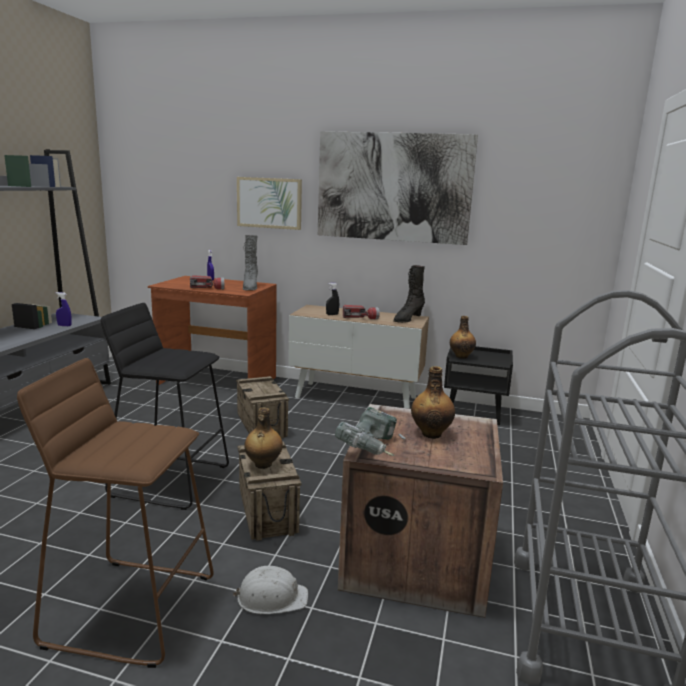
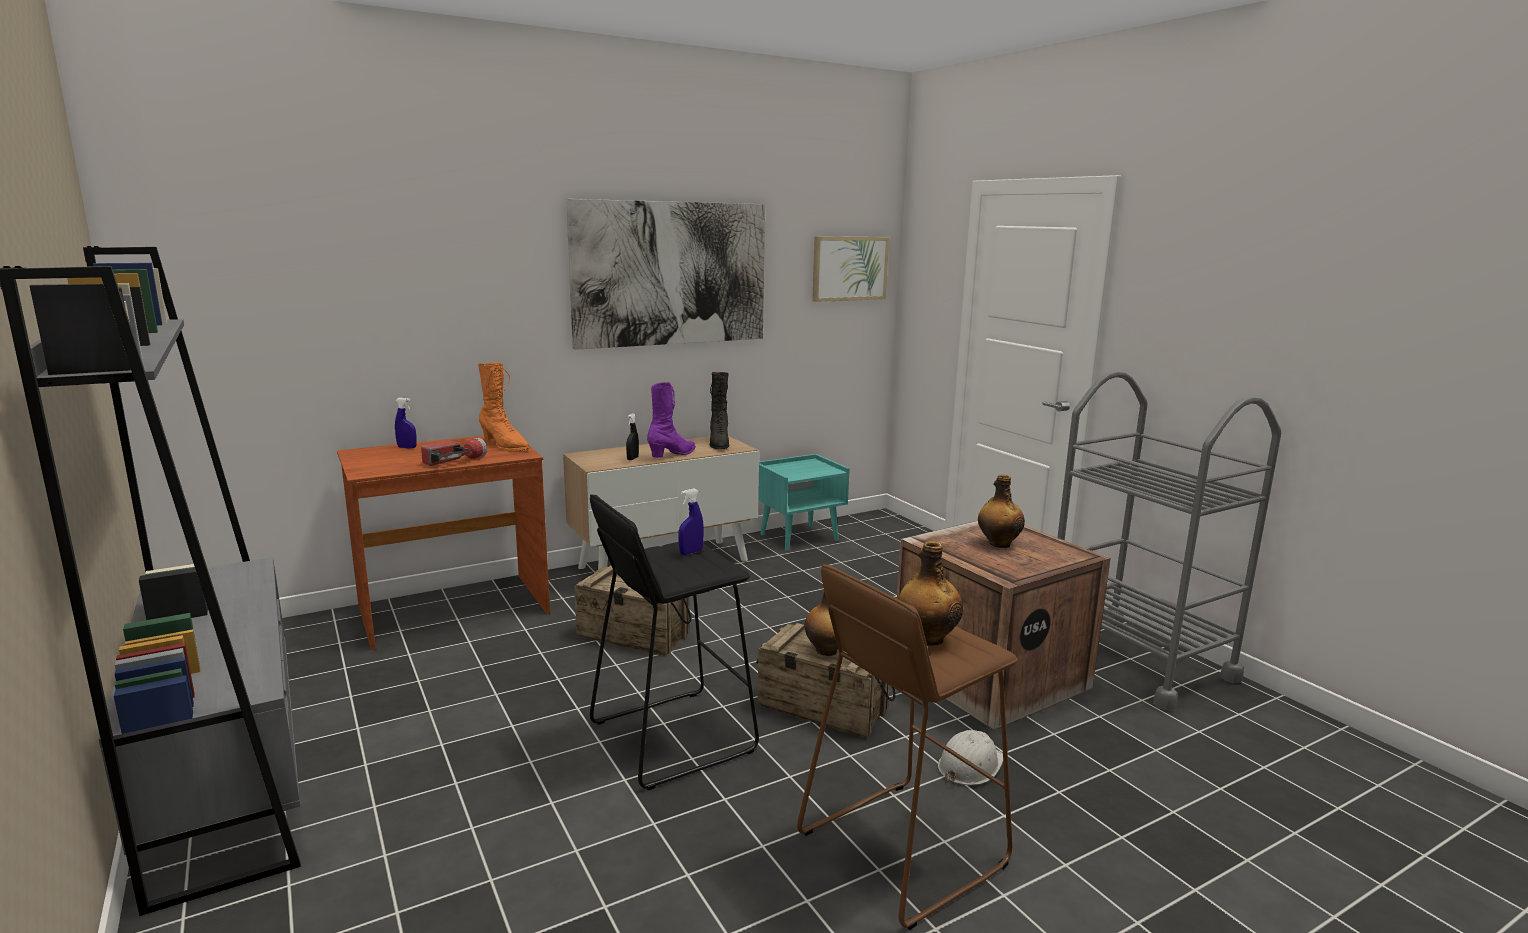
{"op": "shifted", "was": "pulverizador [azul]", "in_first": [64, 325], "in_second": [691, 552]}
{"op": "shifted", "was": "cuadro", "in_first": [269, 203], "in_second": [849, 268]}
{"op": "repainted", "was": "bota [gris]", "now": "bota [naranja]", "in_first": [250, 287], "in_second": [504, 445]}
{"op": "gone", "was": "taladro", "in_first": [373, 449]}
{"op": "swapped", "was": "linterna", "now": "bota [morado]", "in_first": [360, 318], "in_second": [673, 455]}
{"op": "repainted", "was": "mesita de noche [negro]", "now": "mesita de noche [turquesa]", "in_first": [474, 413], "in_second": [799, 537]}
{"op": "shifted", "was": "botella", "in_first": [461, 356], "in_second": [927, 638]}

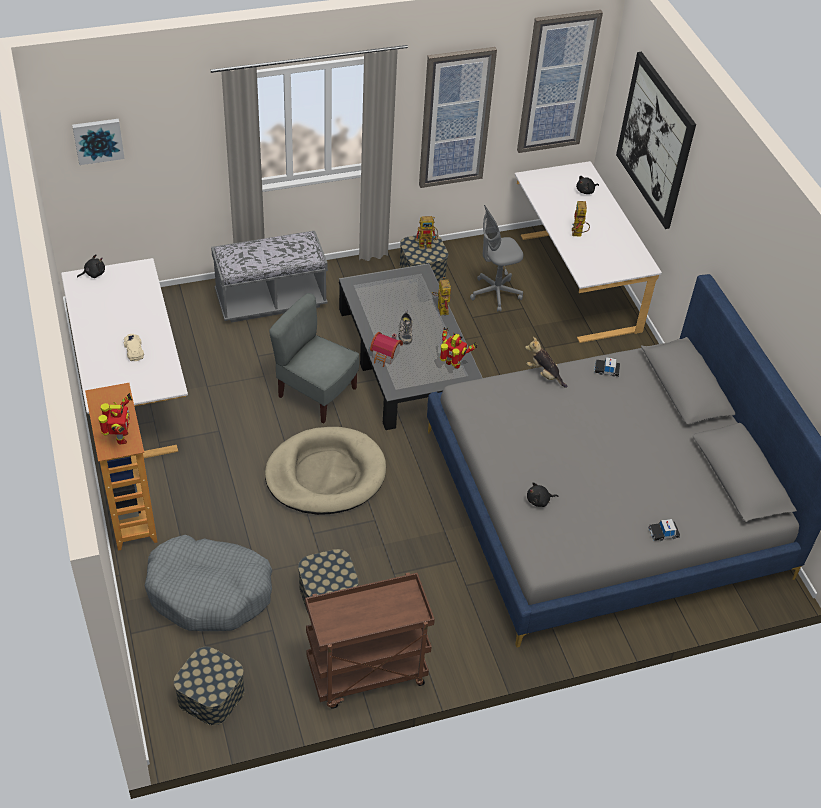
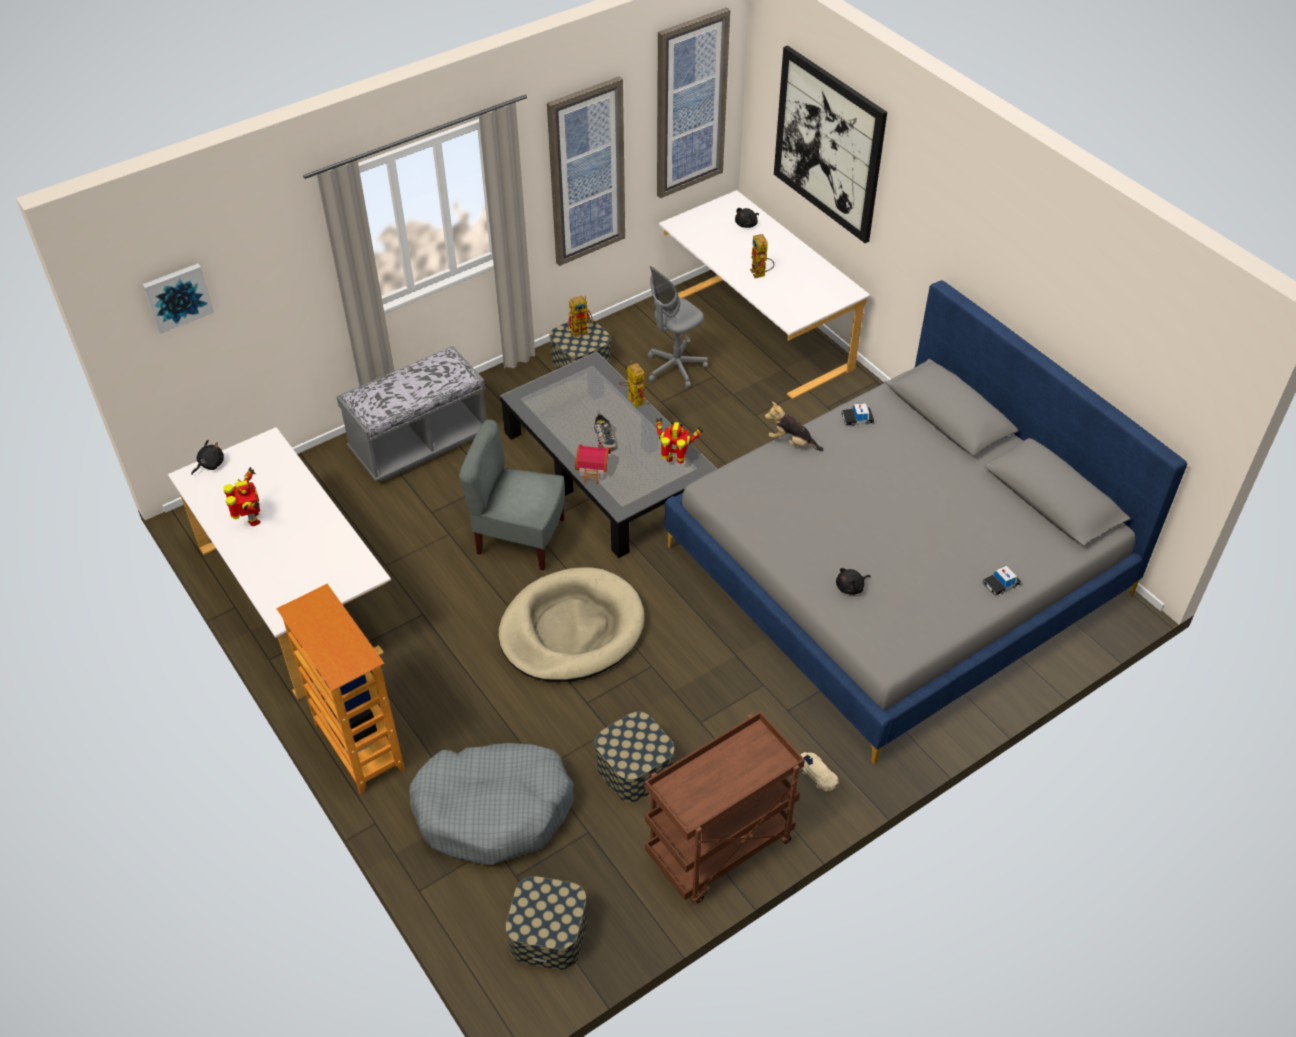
{"op": "shifted", "was": "robot de juguete", "in_first": [120, 438], "in_second": [252, 520]}
{"op": "shifted", "was": "coche de juguete [beis]", "in_first": [134, 349], "in_second": [817, 773]}

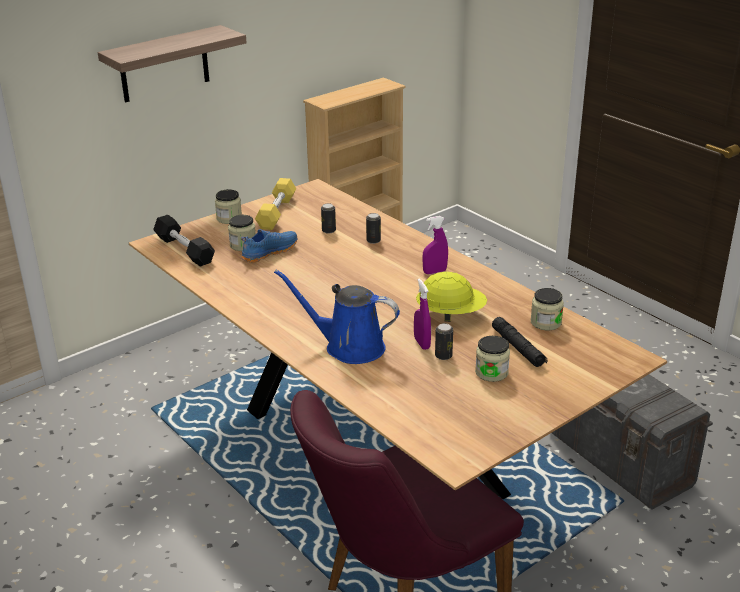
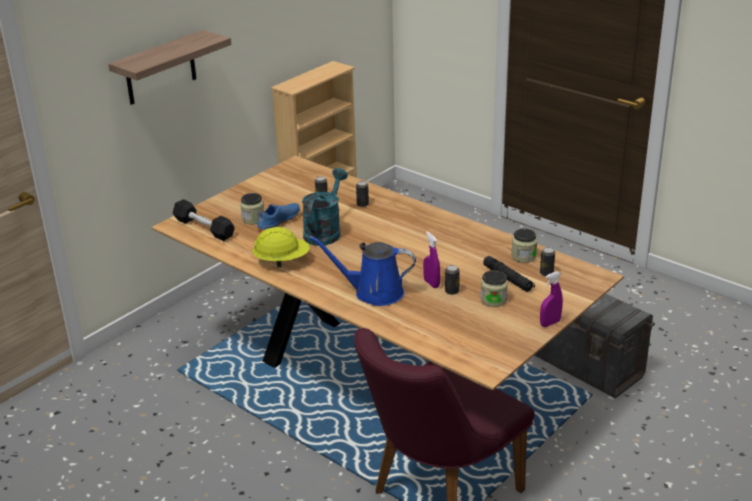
{"op": "gone", "was": "tarro", "in_first": [229, 218]}
{"op": "gone", "was": "mancuerna [amarillo]", "in_first": [277, 212]}
{"op": "shifted", "was": "casco [amarillo]", "in_first": [451, 314], "in_second": [282, 261]}
{"op": "shifted", "was": "pulverizador [morado]", "in_first": [434, 272], "in_second": [550, 323]}
{"op": "new", "now": "regadera [turquesa]", "in_second": [325, 231]}
{"op": "new", "now": "lata", "in_second": [546, 273]}

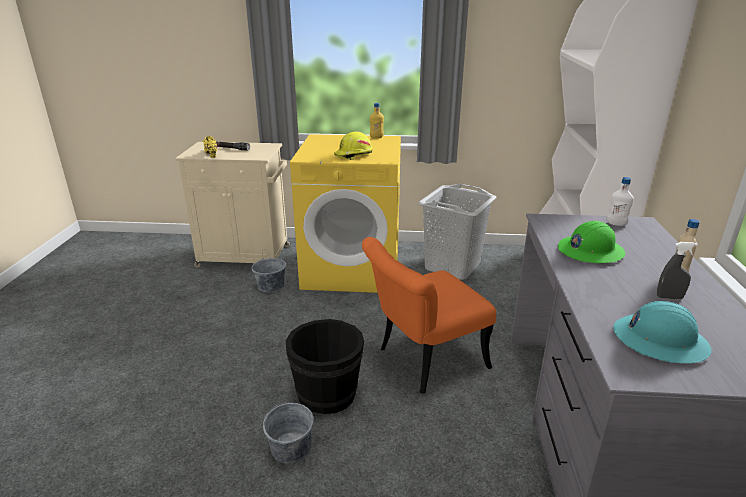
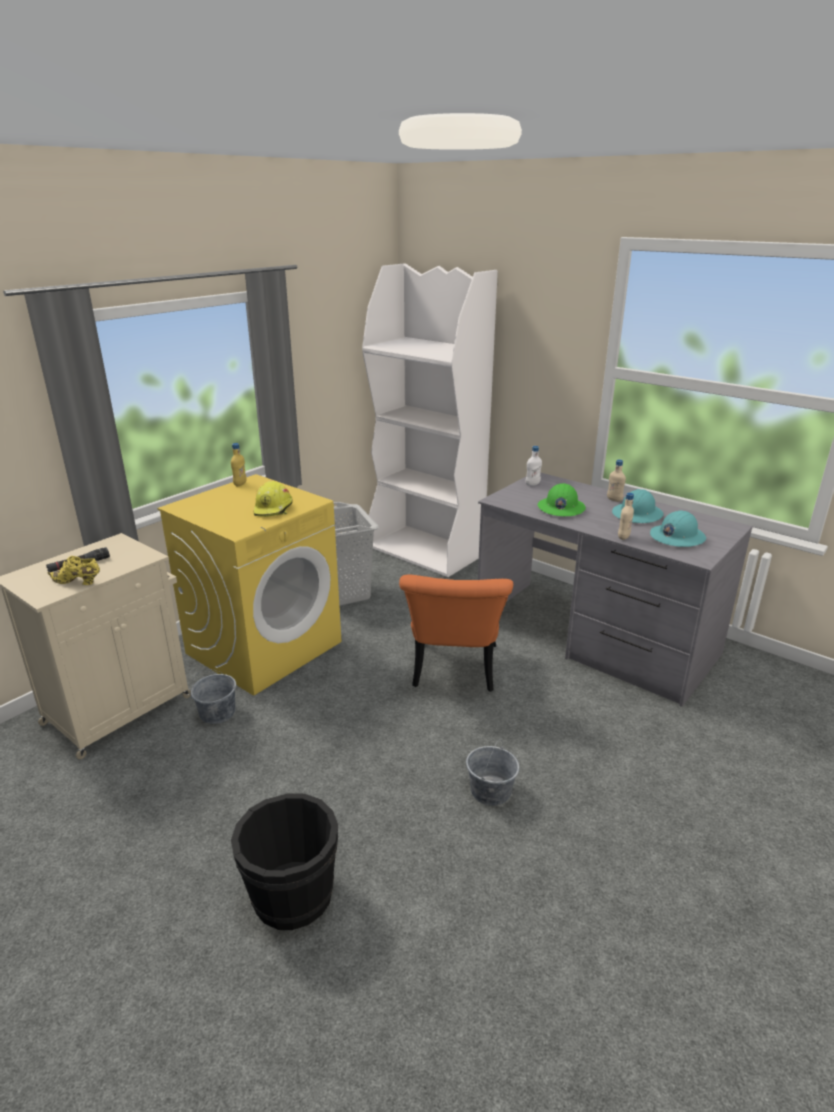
{"op": "shifted", "was": "cubo [negro]", "in_first": [327, 393], "in_second": [292, 894]}
{"op": "swapped", "was": "pulverizador [gris]", "now": "casco [turquesa]", "in_first": [669, 297], "in_second": [637, 514]}
{"op": "new", "now": "botella [beis]", "in_second": [623, 537]}

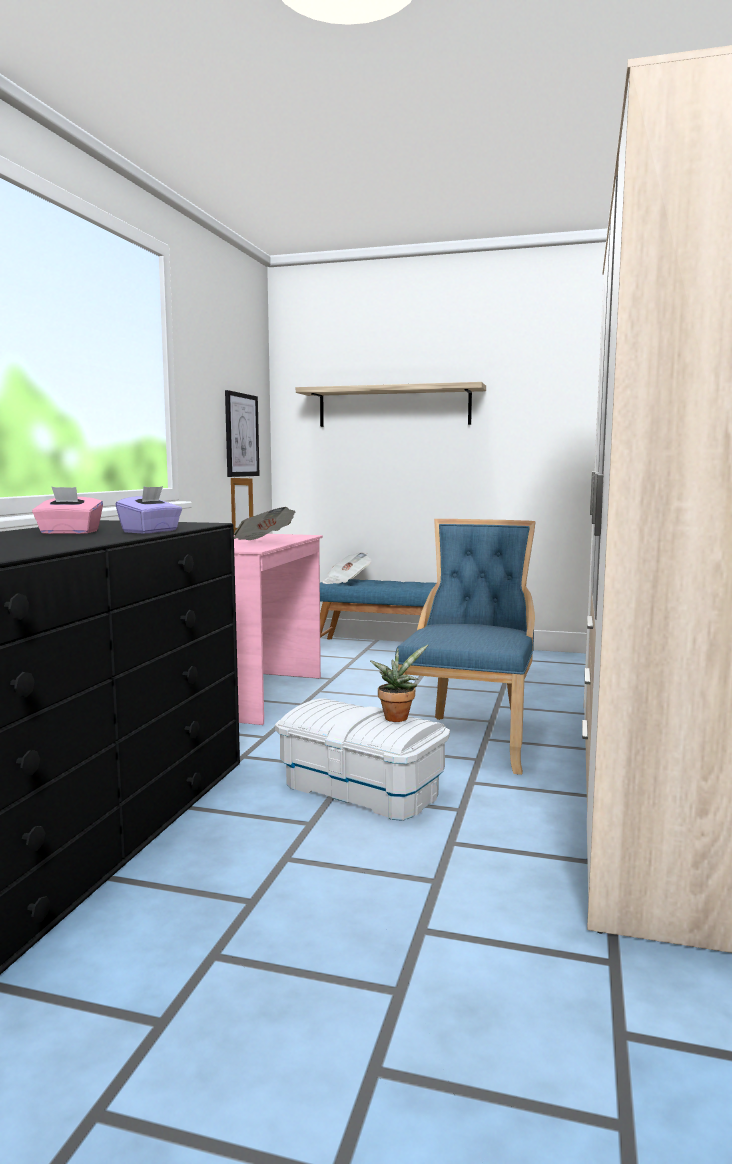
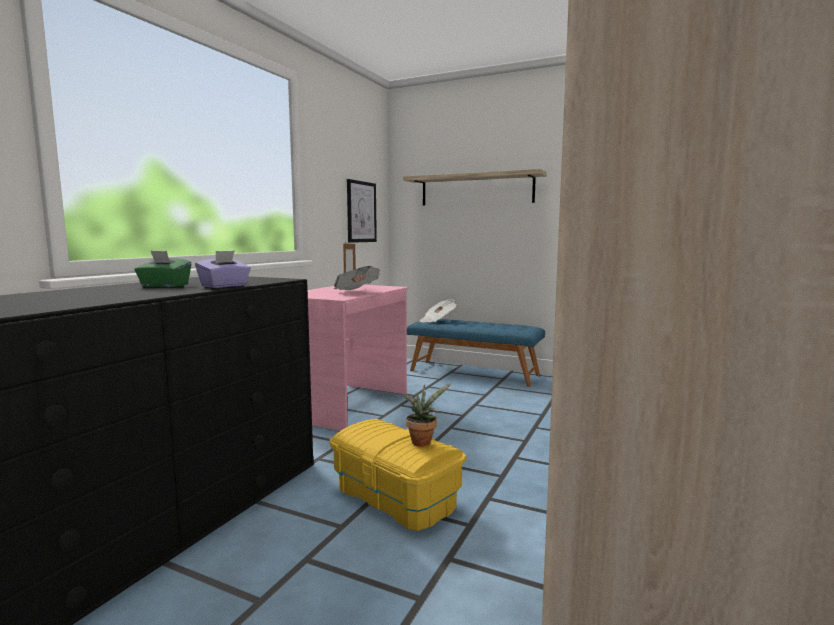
{"op": "repainted", "was": "caja de pañuelos [rosa]", "now": "caja de pañuelos [verde]", "in_first": [69, 532], "in_second": [164, 286]}
{"op": "repainted", "was": "caja de almacenaje [blanco]", "now": "caja de almacenaje [amarillo]", "in_first": [362, 789], "in_second": [396, 497]}
{"op": "gone", "was": "silla [azul]", "in_first": [469, 740]}

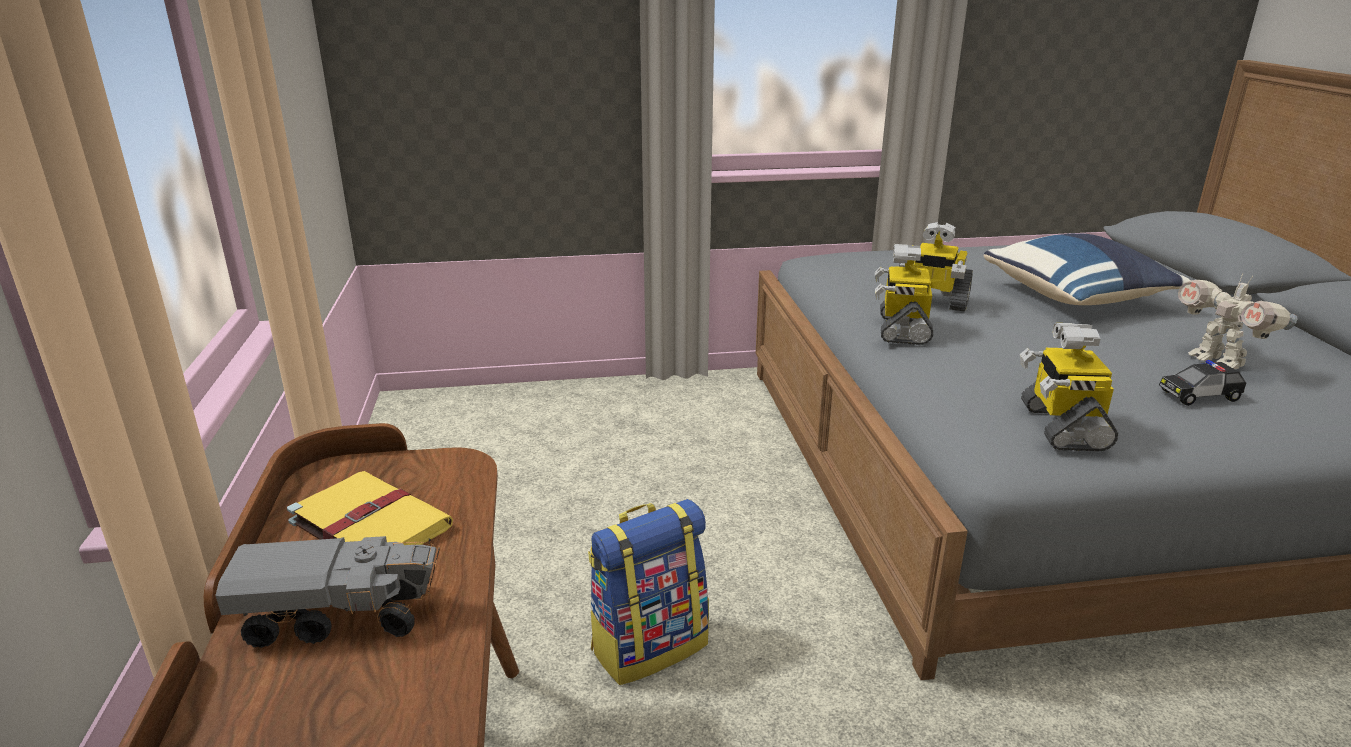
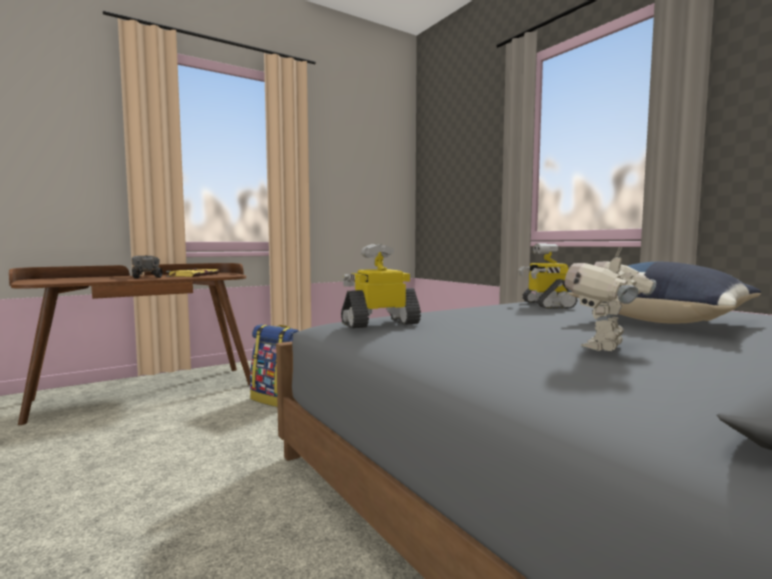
{"op": "gone", "was": "robot de juguete", "in_first": [902, 329]}
{"op": "gone", "was": "coche de juguete", "in_first": [1199, 396]}

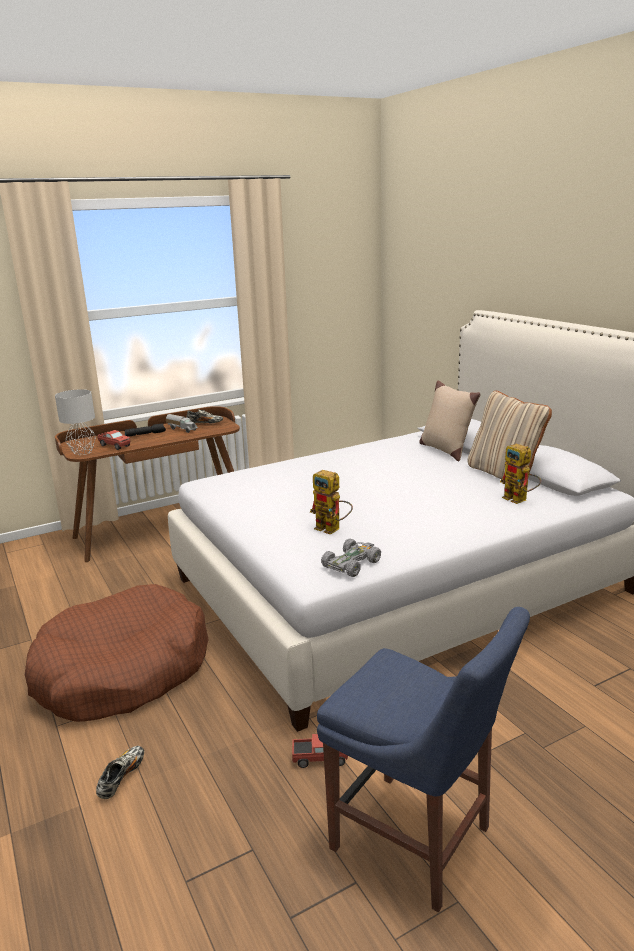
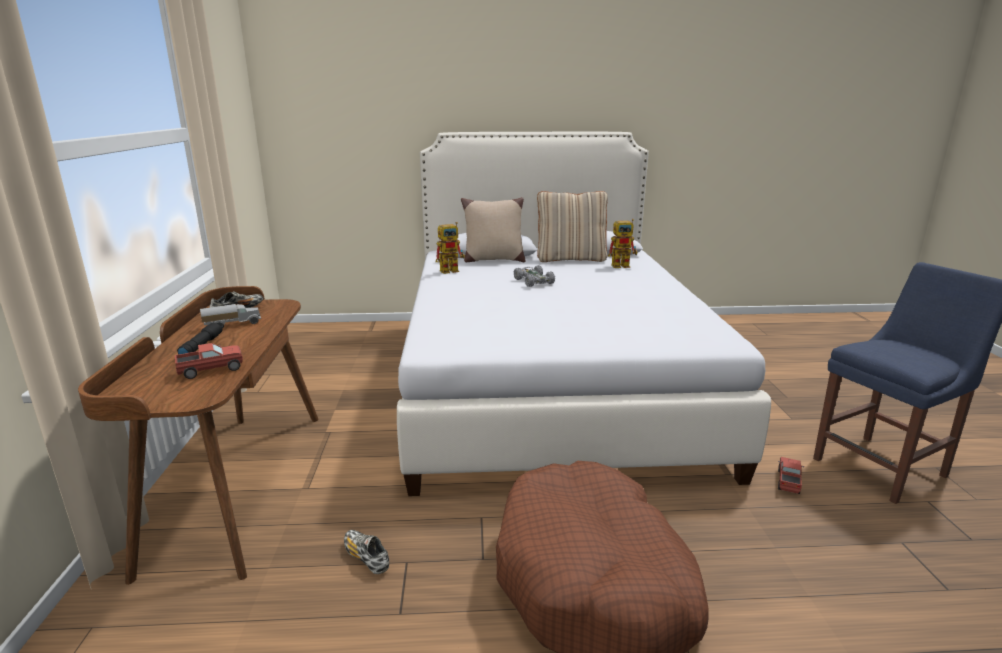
{"op": "gone", "was": "lámpara de mesa [gris]", "in_first": [83, 452]}
{"op": "shifted", "was": "zapato", "in_first": [121, 777], "in_second": [366, 558]}
{"op": "shifted", "was": "robot de juguete", "in_first": [332, 529], "in_second": [452, 270]}
{"op": "shifted", "was": "coche de juguete [gris]", "in_first": [351, 564], "in_second": [533, 281]}

